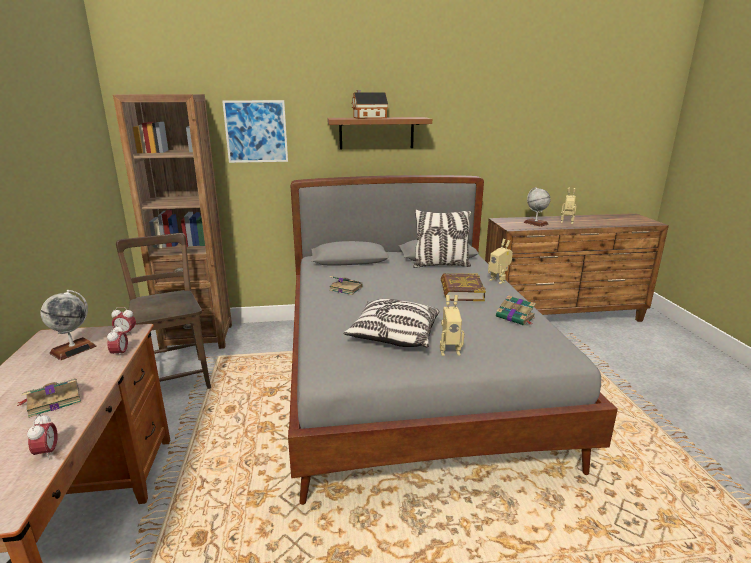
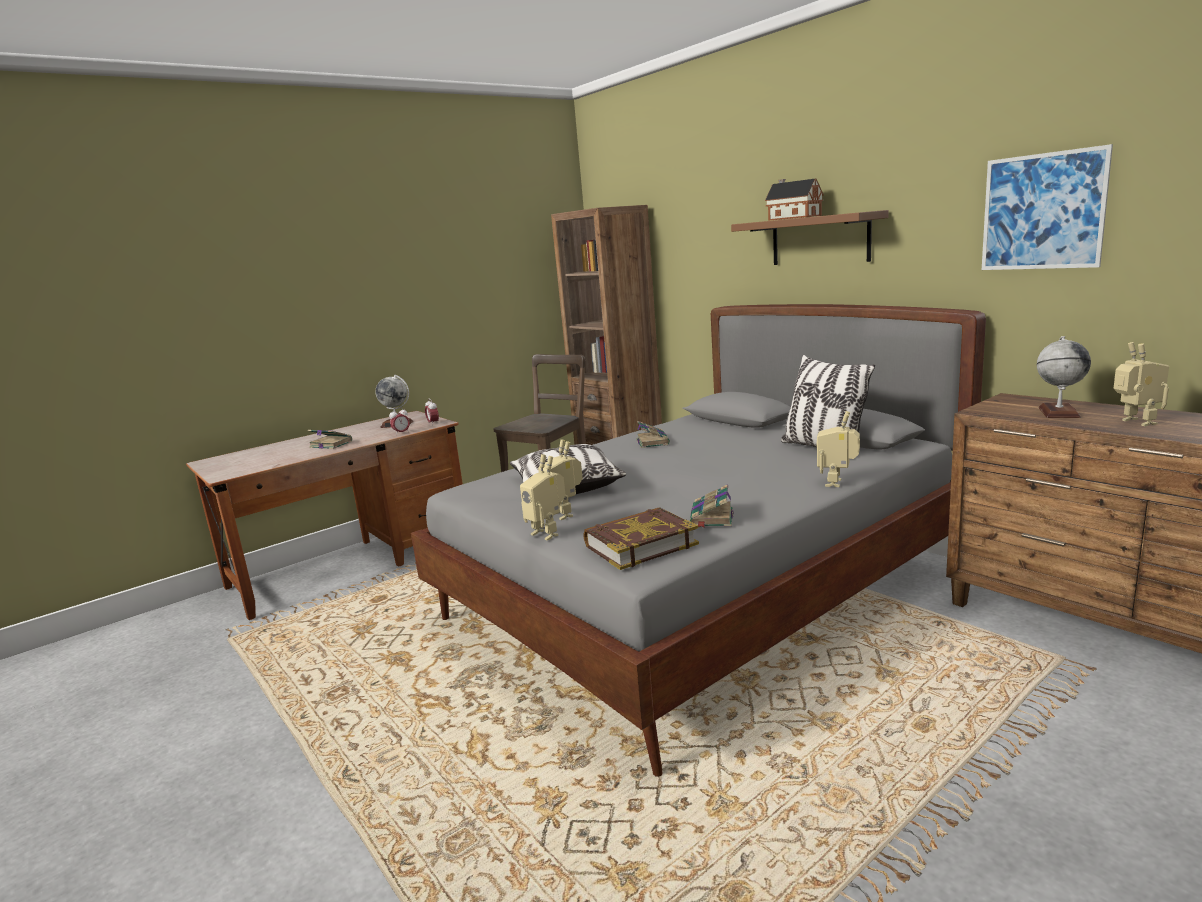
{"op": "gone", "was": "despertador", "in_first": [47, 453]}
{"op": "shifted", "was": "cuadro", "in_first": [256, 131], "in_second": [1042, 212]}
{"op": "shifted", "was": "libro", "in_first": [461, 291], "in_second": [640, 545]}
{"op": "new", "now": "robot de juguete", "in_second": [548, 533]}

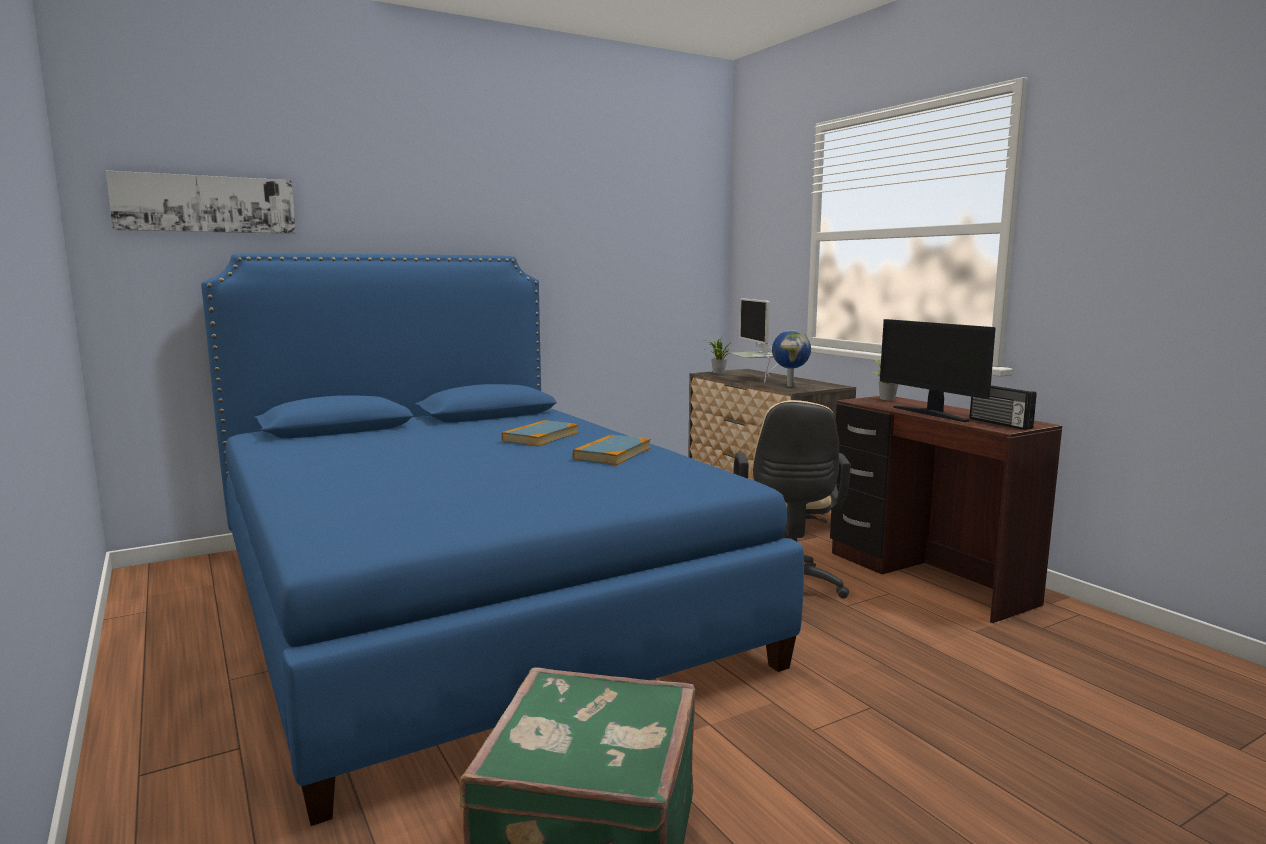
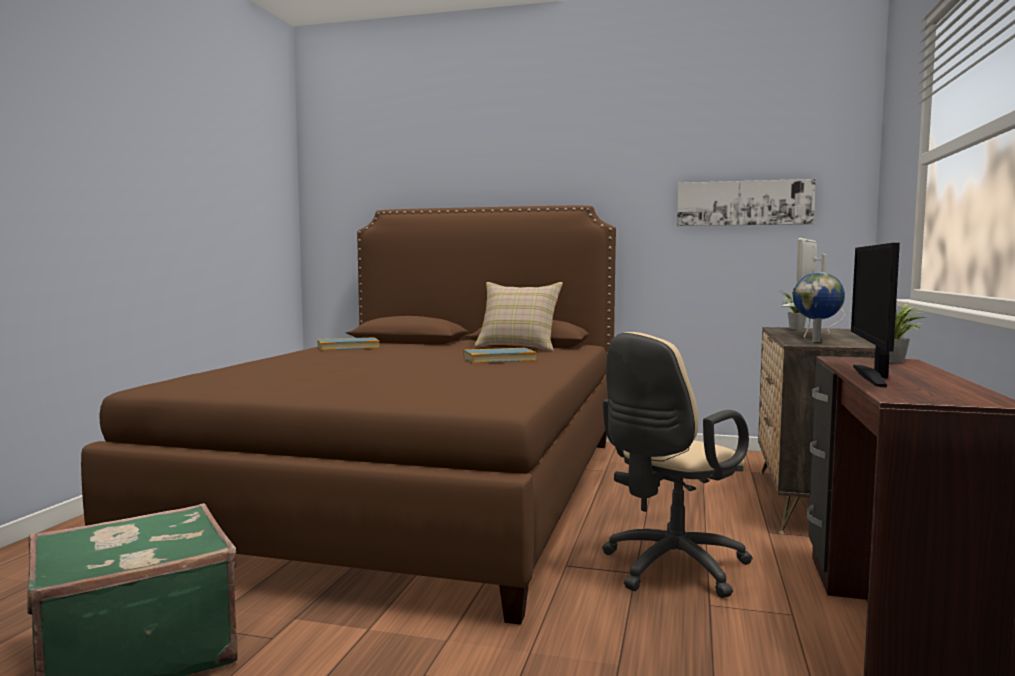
{"op": "shifted", "was": "cuadro", "in_first": [205, 204], "in_second": [744, 203]}
{"op": "repainted", "was": "cama [azul]", "now": "cama [marrón]", "in_first": [466, 602], "in_second": [416, 491]}
{"op": "shifted", "was": "libro", "in_first": [612, 454], "in_second": [348, 347]}
{"op": "gone", "was": "radio", "in_first": [999, 423]}
{"op": "new", "now": "cojín [beis]", "in_second": [518, 347]}

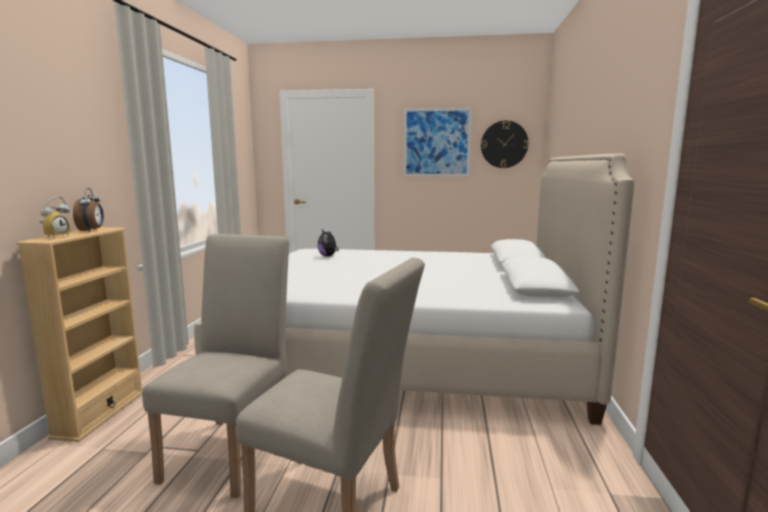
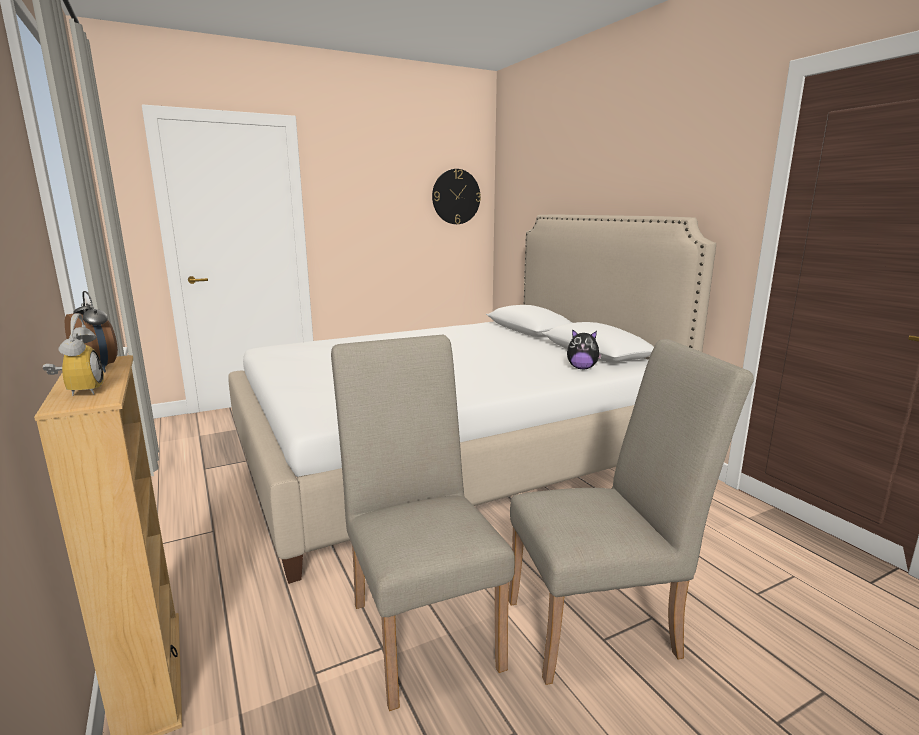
{"op": "shifted", "was": "peluche", "in_first": [328, 256], "in_second": [582, 368]}
{"op": "gone", "was": "cuadro", "in_first": [436, 142]}

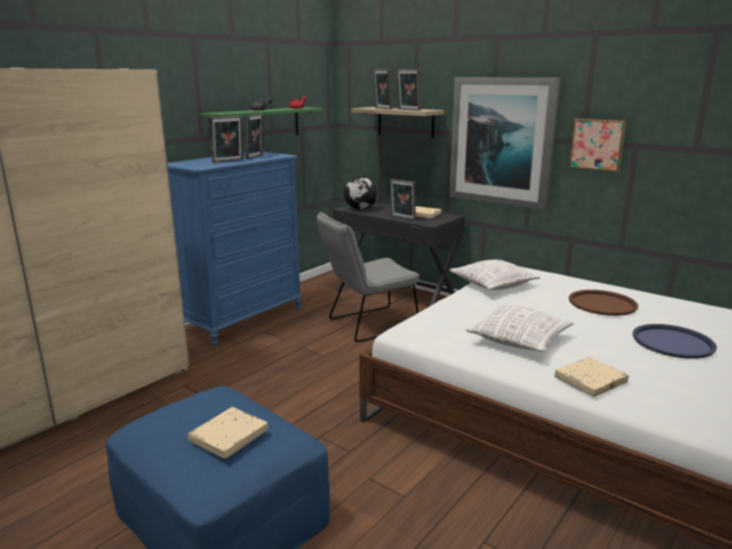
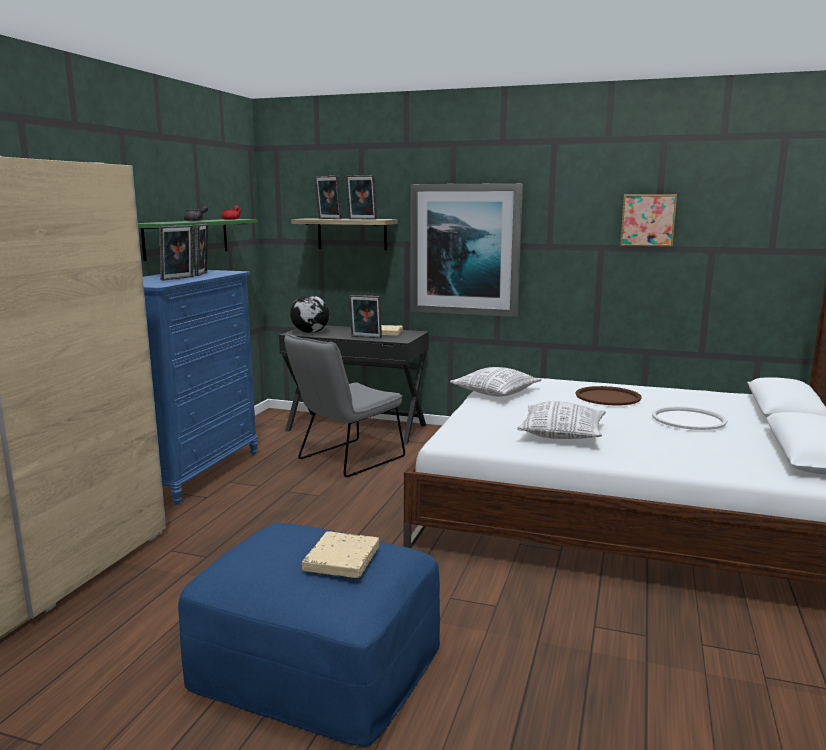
{"op": "gone", "was": "libro [beis]", "in_first": [590, 380]}
{"op": "shifted", "was": "cuadro", "in_first": [597, 144], "in_second": [648, 220]}
{"op": "repainted", "was": "bandeja [azul]", "now": "bandeja [blanco]", "in_first": [673, 342], "in_second": [688, 419]}

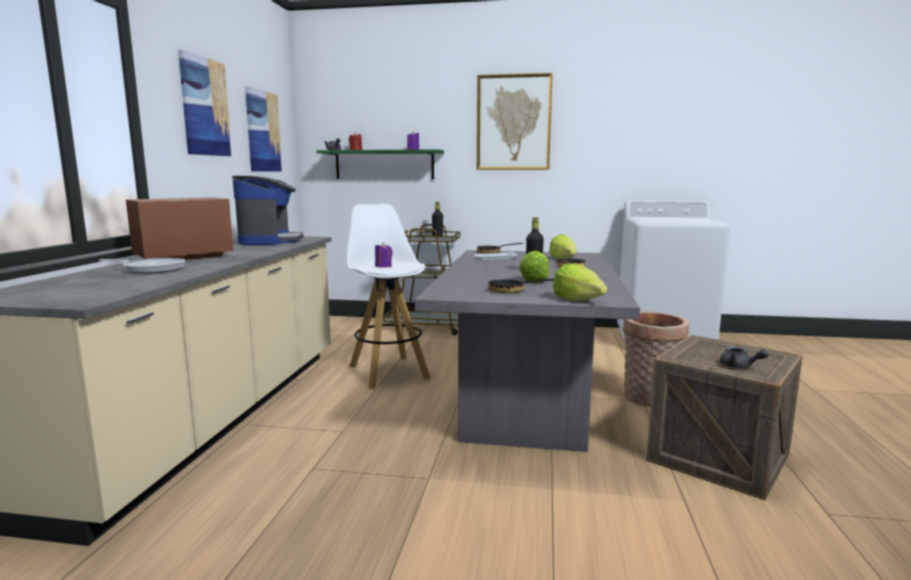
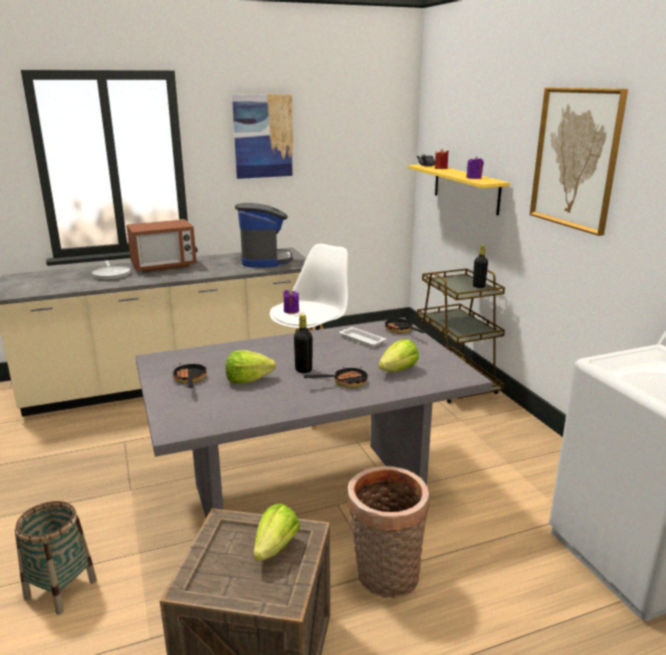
{"op": "rotated", "was": "microondas", "in_first": [183, 257], "in_second": [164, 266], "clockwise": 135}
{"op": "rotated", "was": "cafetera", "in_first": [270, 241], "in_second": [265, 260], "clockwise": -60}
{"op": "gone", "was": "cuadro", "in_first": [263, 131]}
{"op": "repainted", "was": "estante [verde]", "now": "estante [amarillo]", "in_first": [384, 164], "in_second": [466, 188]}
{"op": "shifted", "was": "lechuga", "in_first": [577, 300], "in_second": [275, 548]}
{"op": "gone", "was": "tetera [gris]", "in_first": [739, 366]}
{"op": "new", "now": "cesta", "in_second": [61, 589]}

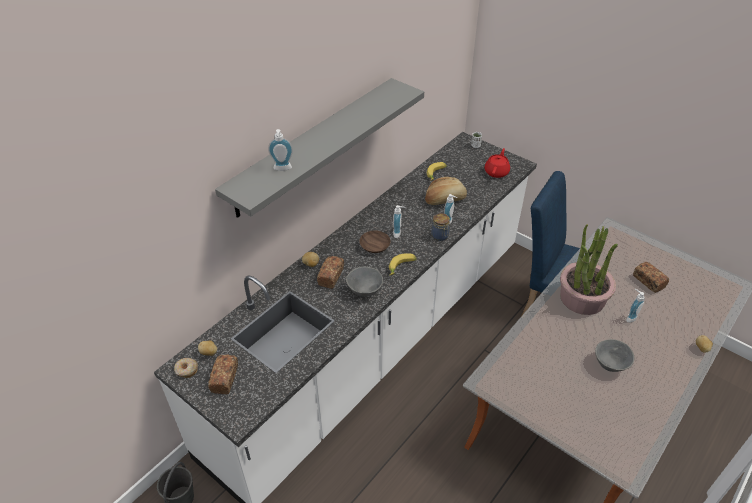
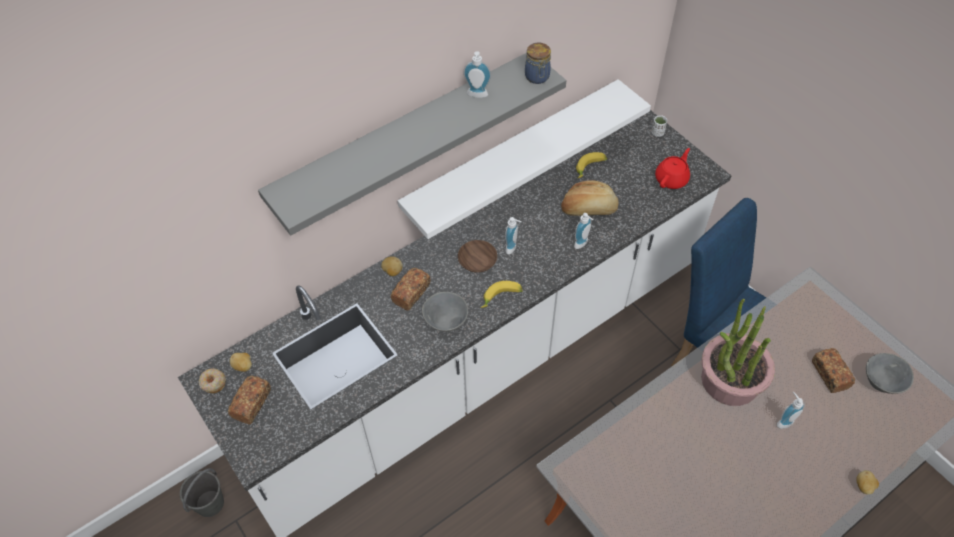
{"op": "shifted", "was": "dispensador de jabón", "in_first": [282, 169], "in_second": [477, 96]}
{"op": "shifted", "was": "tarro", "in_first": [440, 236], "in_second": [537, 77]}
{"op": "shifted", "was": "cuenco [gris]", "in_first": [609, 364], "in_second": [881, 381]}
{"op": "new", "now": "estante [blanco]", "in_second": [513, 153]}

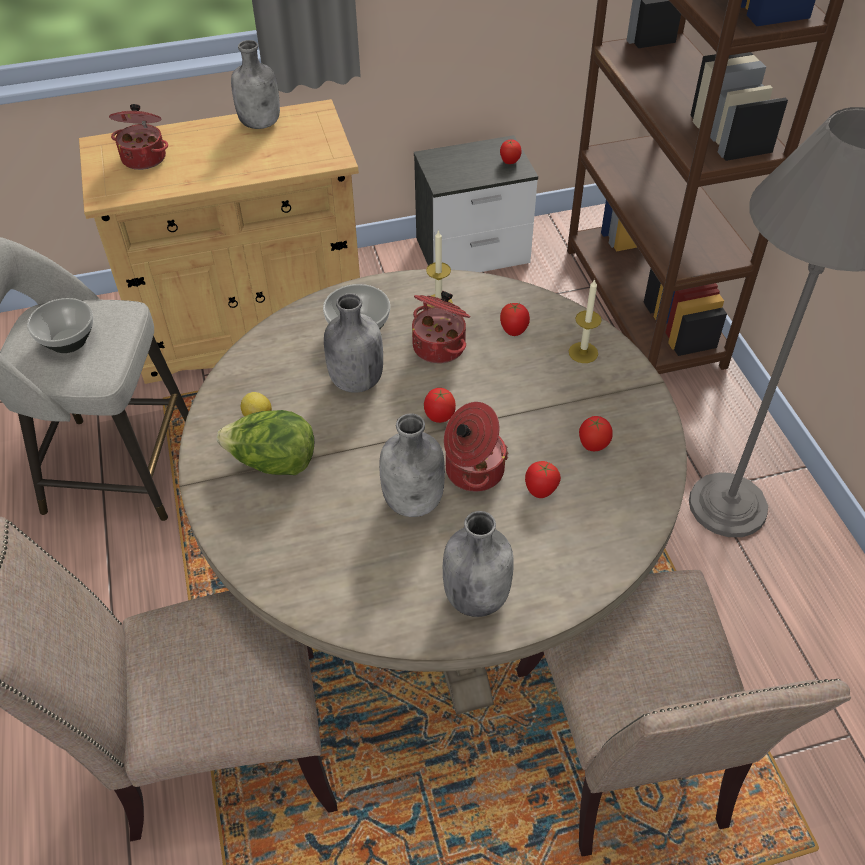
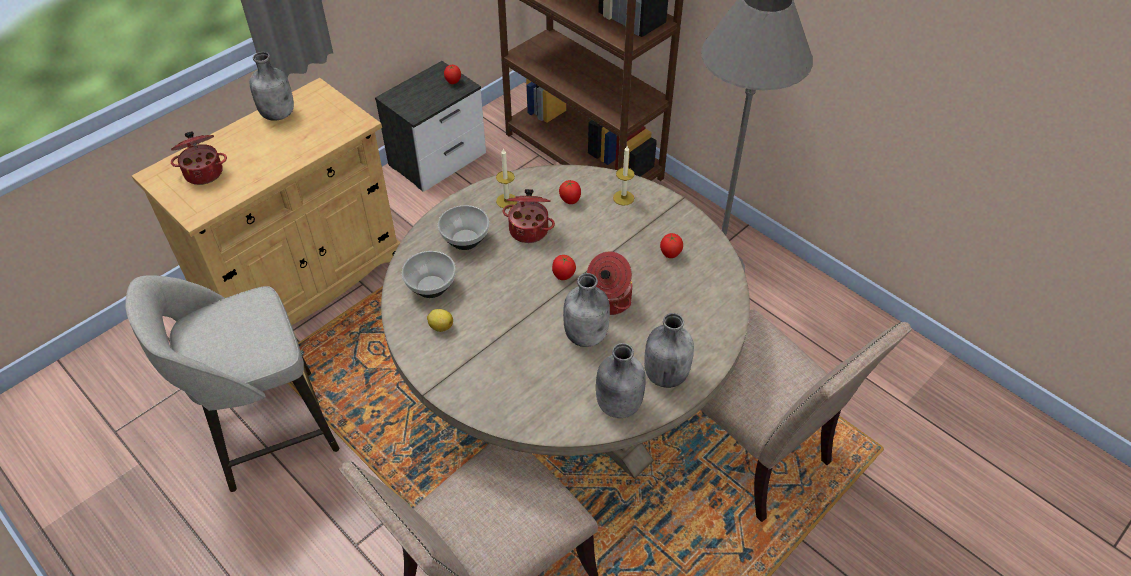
{"op": "shifted", "was": "cuenco", "in_first": [67, 341], "in_second": [430, 287]}
{"op": "gone", "was": "lechuga", "in_first": [273, 463]}
{"op": "shifted", "was": "botella [gris]", "in_first": [355, 380], "in_second": [617, 405]}
{"op": "gone", "was": "tomate", "in_first": [540, 491]}

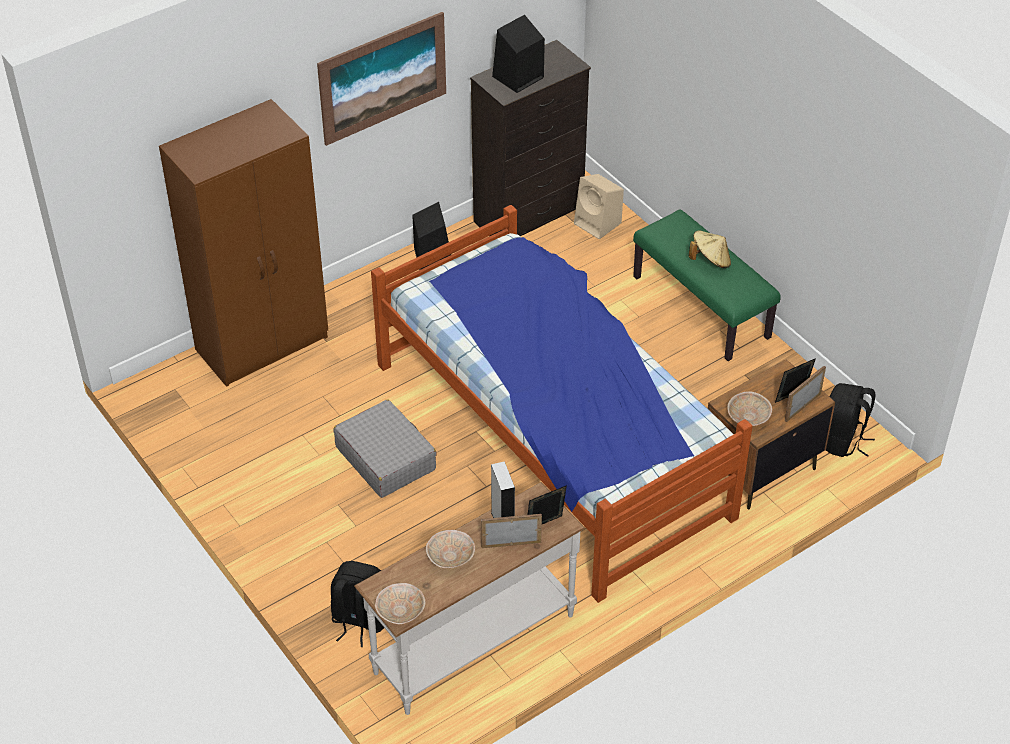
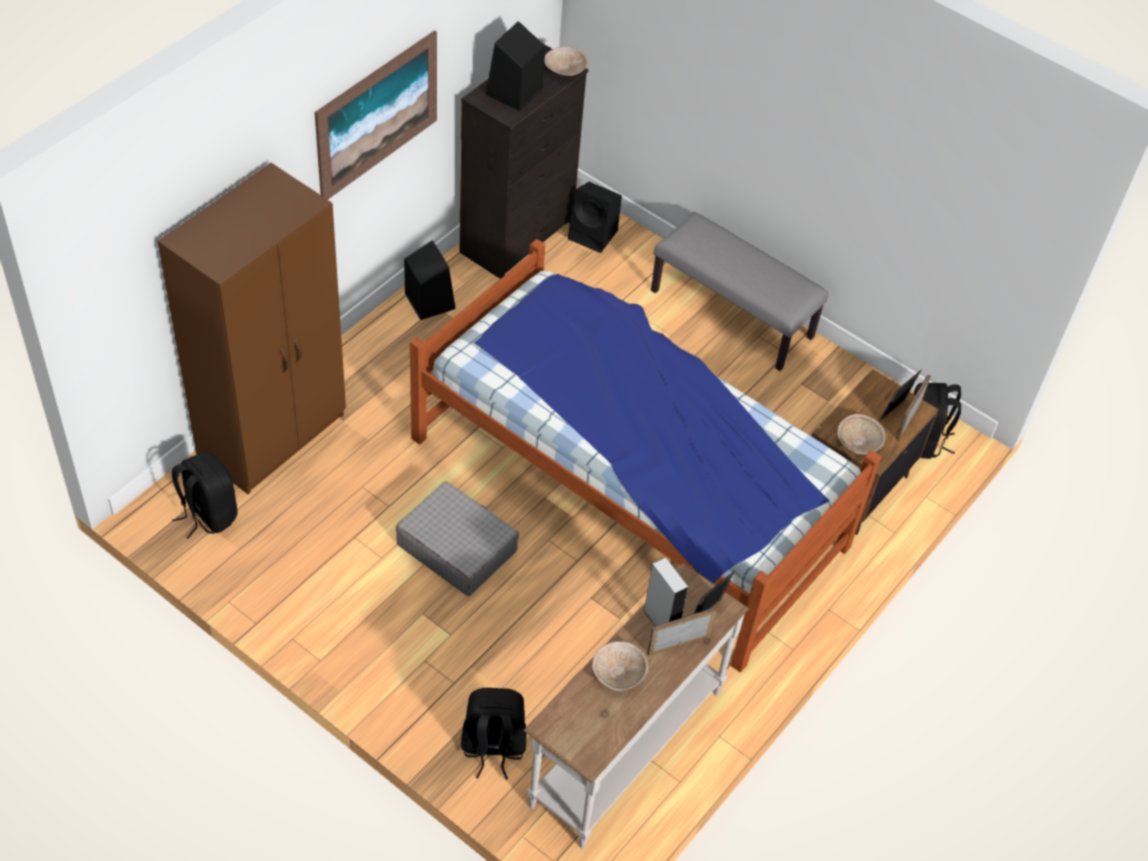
{"op": "shifted", "was": "cuenco [beis]", "in_first": [401, 611], "in_second": [565, 70]}
{"op": "repainted", "was": "altavoz [beis]", "now": "altavoz [negro]", "in_first": [598, 223], "in_second": [594, 235]}
{"op": "repainted", "was": "banco [verde]", "now": "banco [gris]", "in_first": [702, 307], "in_second": [732, 314]}
{"op": "gone", "was": "sombrero [beis]", "in_first": [710, 260]}
{"op": "new", "now": "mochila [negro]", "in_second": [208, 514]}

